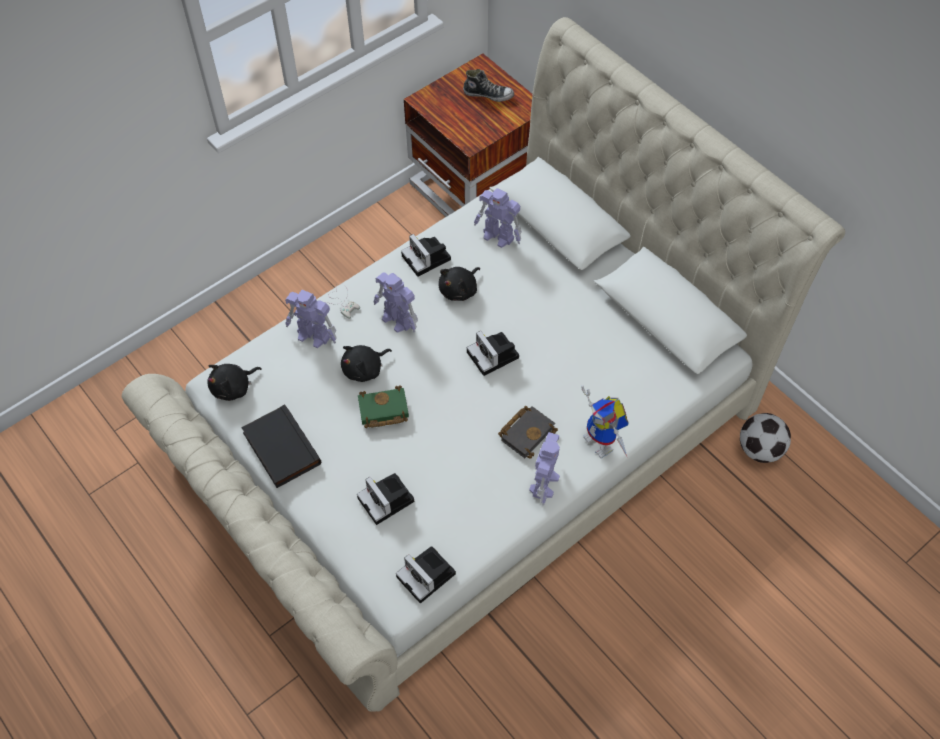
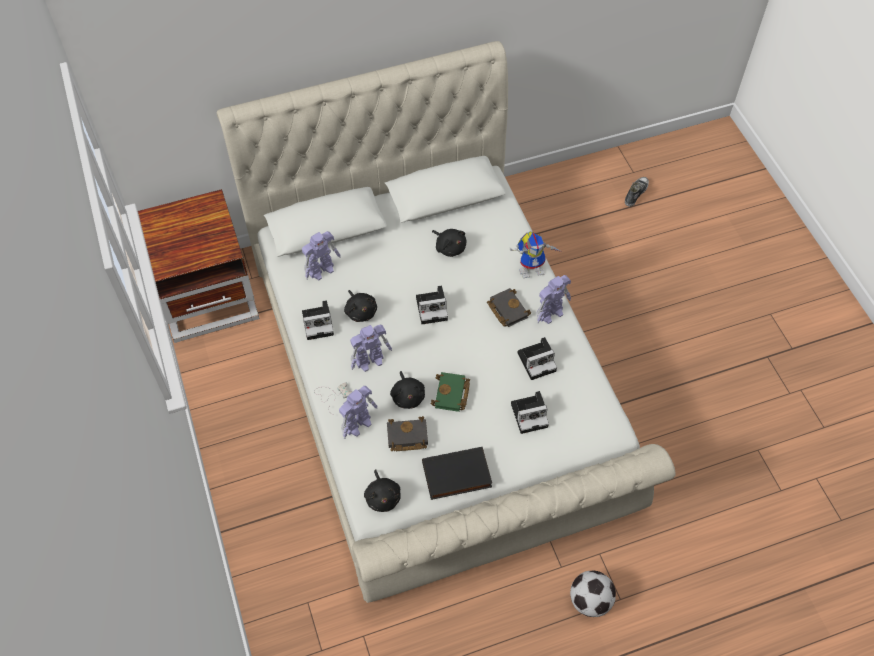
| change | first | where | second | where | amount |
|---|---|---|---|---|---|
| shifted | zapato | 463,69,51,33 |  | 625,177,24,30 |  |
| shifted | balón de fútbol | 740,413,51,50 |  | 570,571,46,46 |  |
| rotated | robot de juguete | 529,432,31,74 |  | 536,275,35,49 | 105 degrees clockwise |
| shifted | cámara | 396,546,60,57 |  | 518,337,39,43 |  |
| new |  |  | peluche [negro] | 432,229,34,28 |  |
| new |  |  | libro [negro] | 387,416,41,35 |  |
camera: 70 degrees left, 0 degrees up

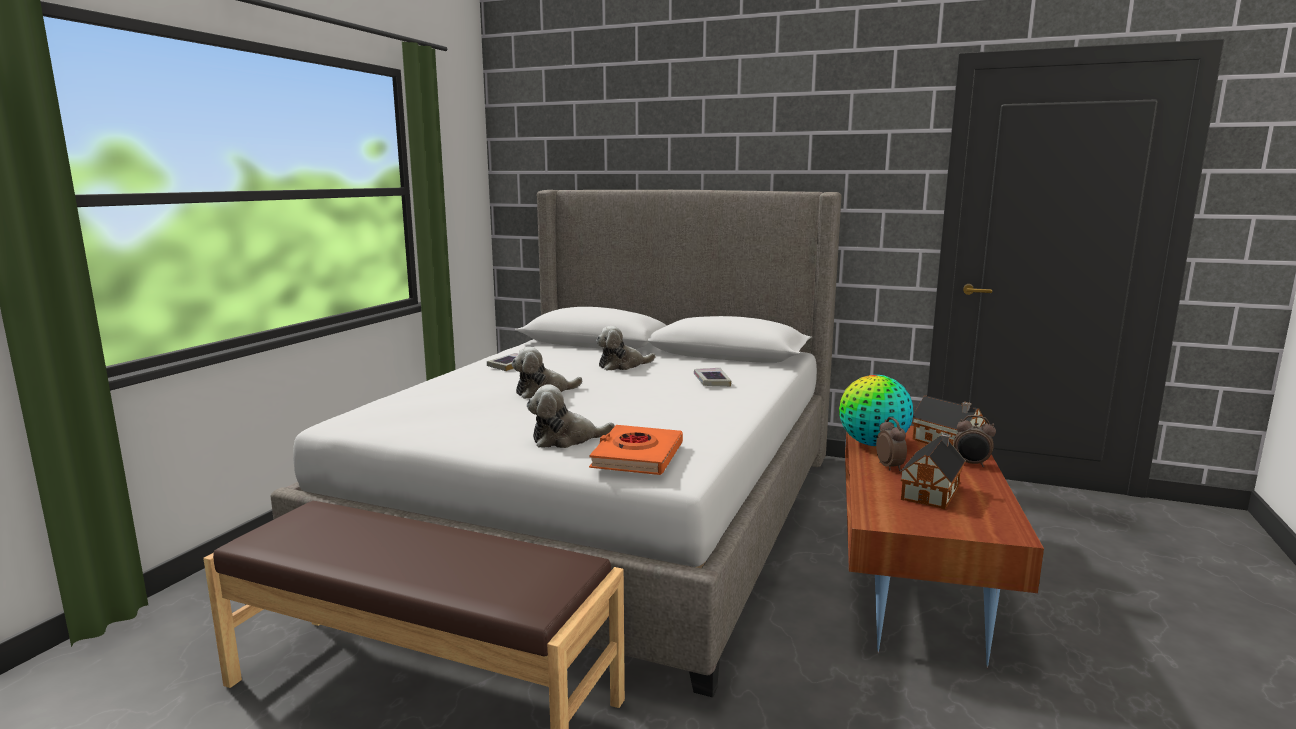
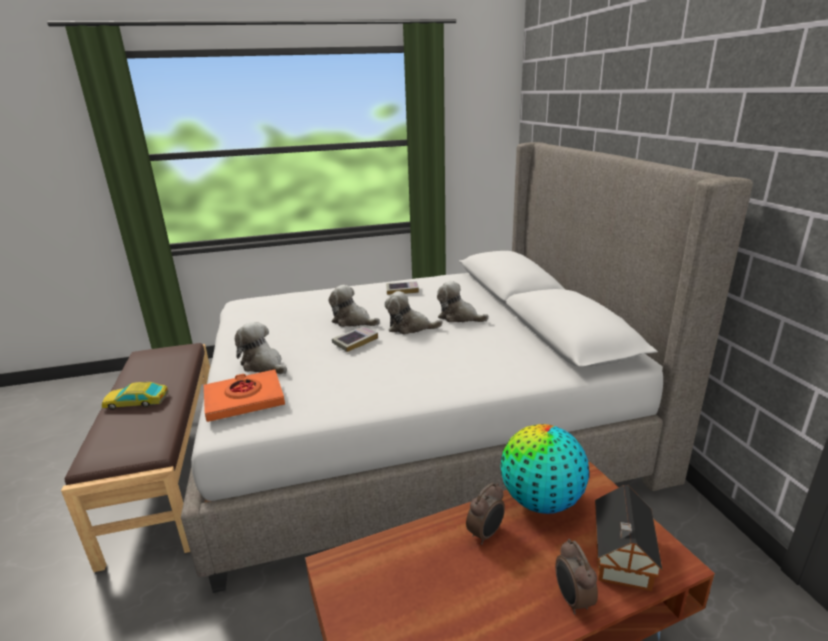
| change | first | where | second | where | amount |
|---|---|---|---|---|---|
| shifted | libro | 694,368,37,19 |  | 332,326,46,26 |  |
| gone | casita | 899,433,67,76 |  |  |  |
| new |  |  | peluche | 385,291,58,44 |  |
| new |  |  | coche de juguete | 102,382,66,28 |  |
camera: 55 degrees right, 10 degrees up

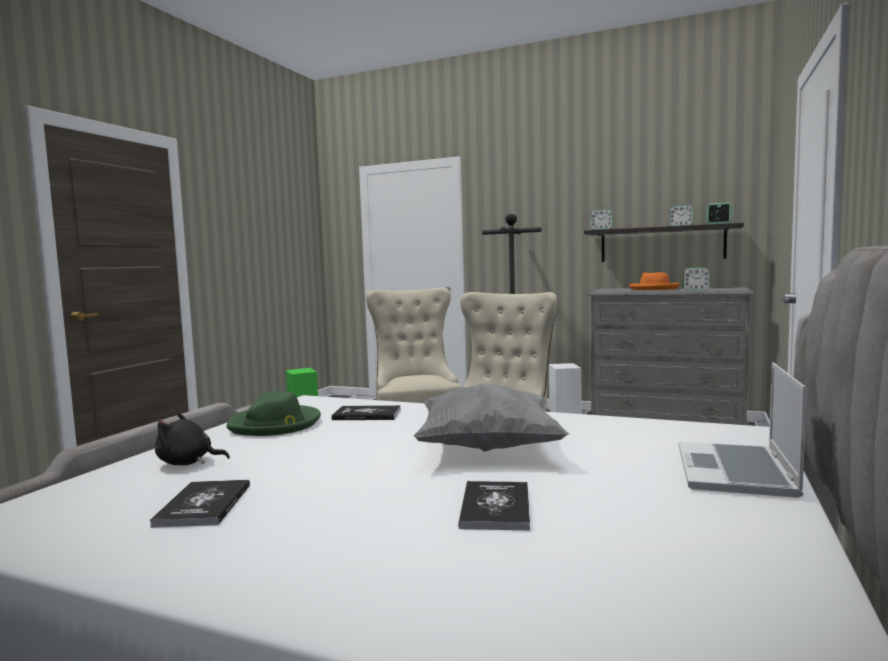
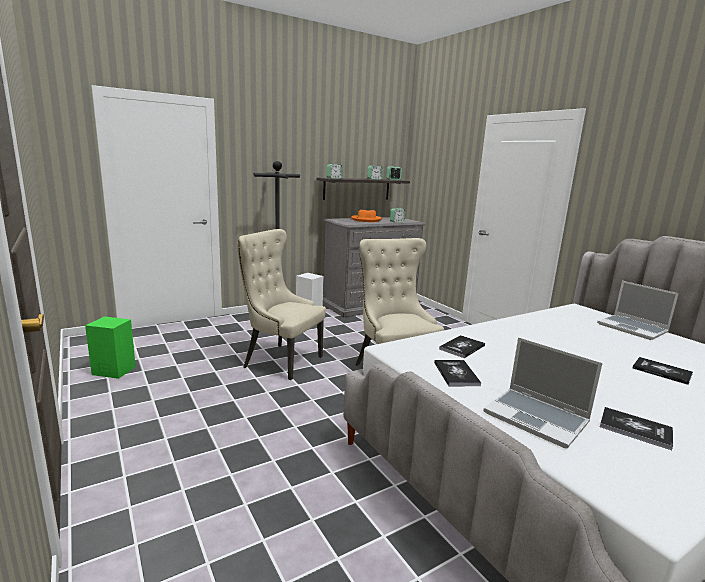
| change | first | where | second | where | amount |
|---|---|---|---|---|---|
| gone | cojín [gris] | 413,384,156,68 |  |  |  |
| swapped | sombrero [verde] | 227,390,94,46 | libro | 434,360,47,26 |  |
| swapped | peluche [negro] | 155,413,75,52 | portátil | 483,337,120,111 |  |
camera: 55 degrees left, 10 degrees up

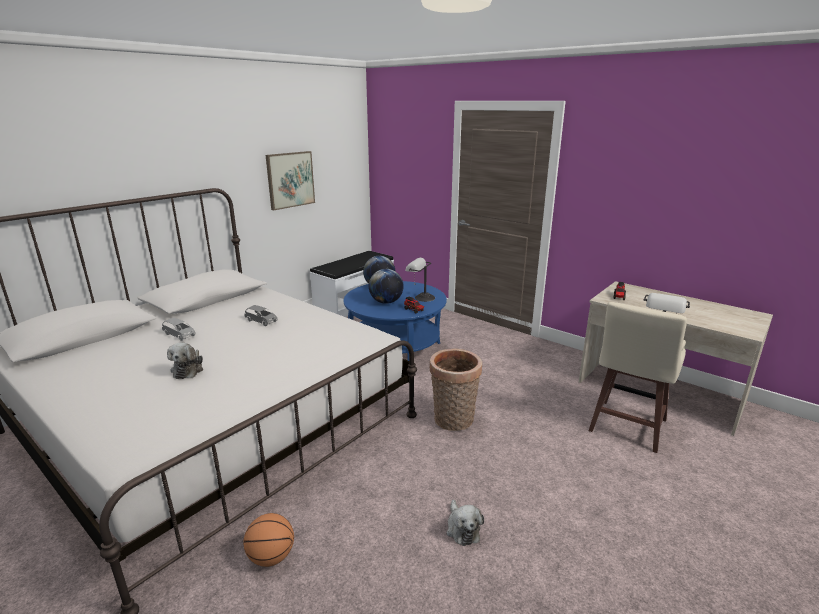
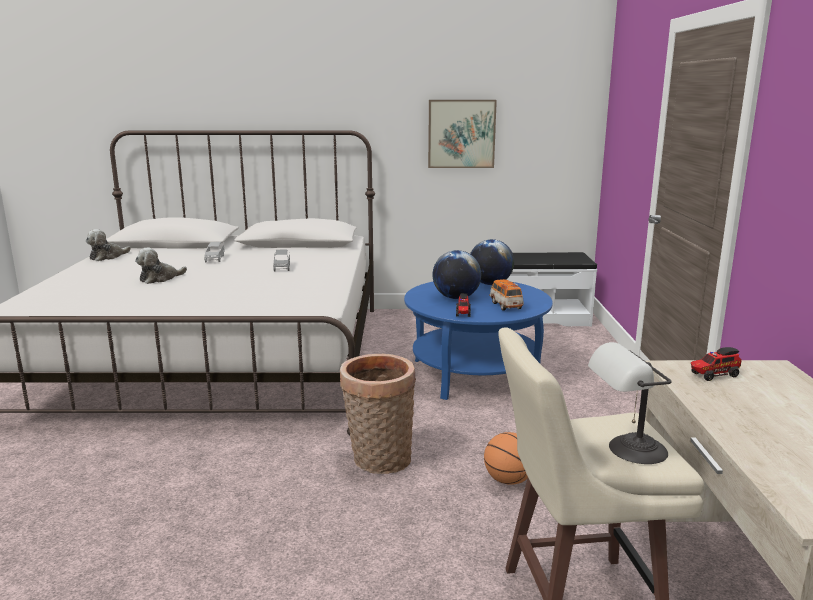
| change | first | where | second | where | amount |
|---|---|---|---|---|---|
| swapped | lámpara de mesa | 405,258,30,44 | coche de juguete | 490,279,34,32 |  |
| shifted | peluche | 446,500,38,46 |  | 86,229,45,32 |  |
| shifted | balón de baloncesto | 243,513,51,54 |  | 484,432,44,53 |  |
camera: 50 degrees right, 5 degrees down

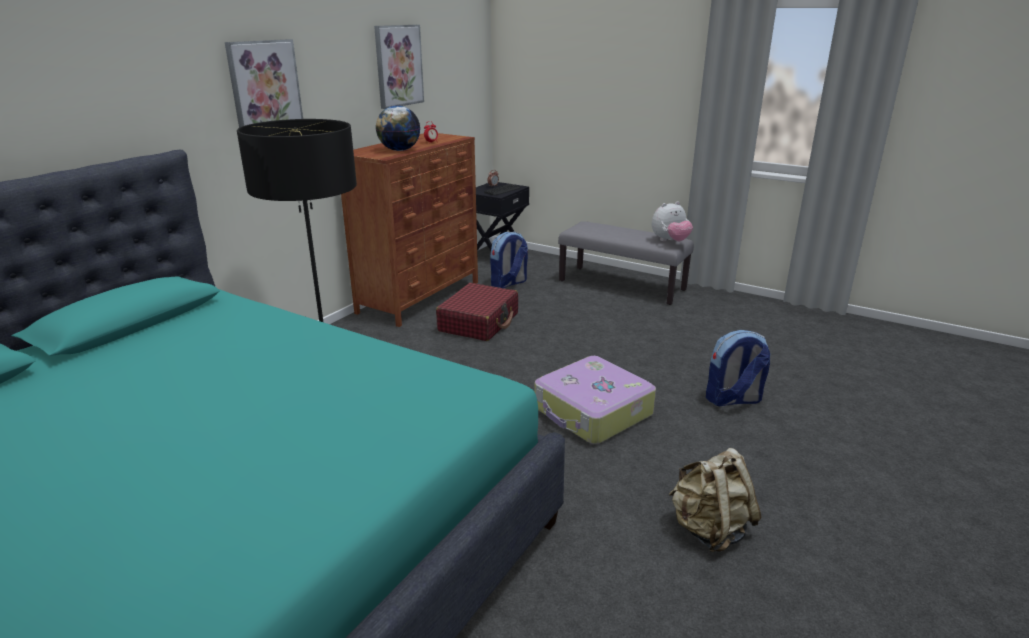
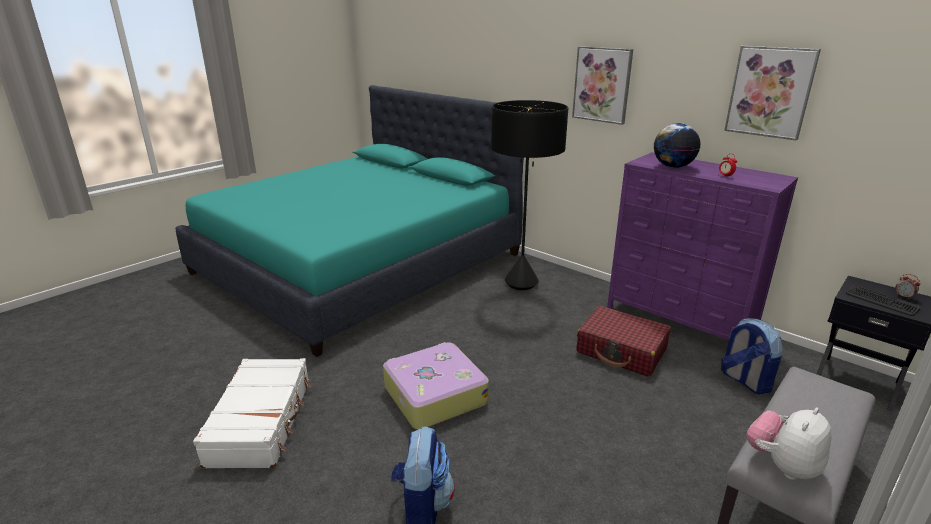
| change | first | where | second | where | amount |
|---|---|---|---|---|---|
| repainted | cómoda [marrón] | 341,133,137,194 | cómoda [morado] | 607,152,191,188 |  |
| rotated | peluche | 652,201,41,40 |  | 746,408,85,72 | 60 degrees clockwise |
| swapped | mochila [beis] | 668,448,93,104 | maleta [blanco] | 193,358,118,111 |  |
camera: 100 degrees right, 0 degrees up

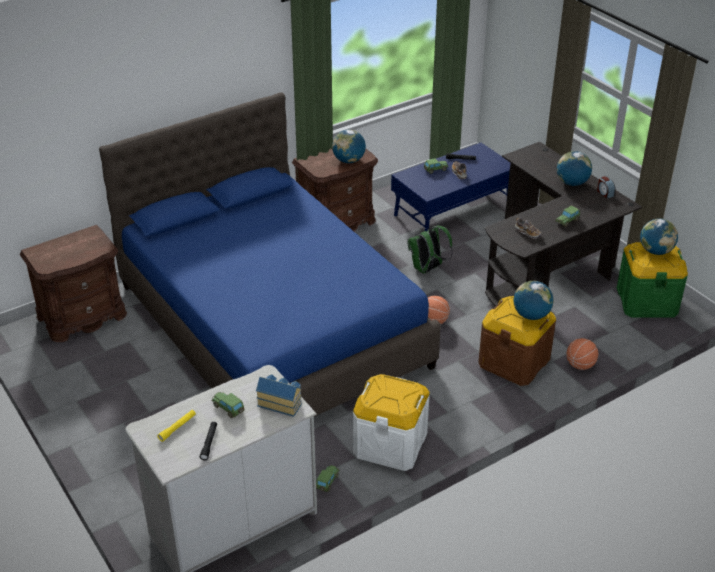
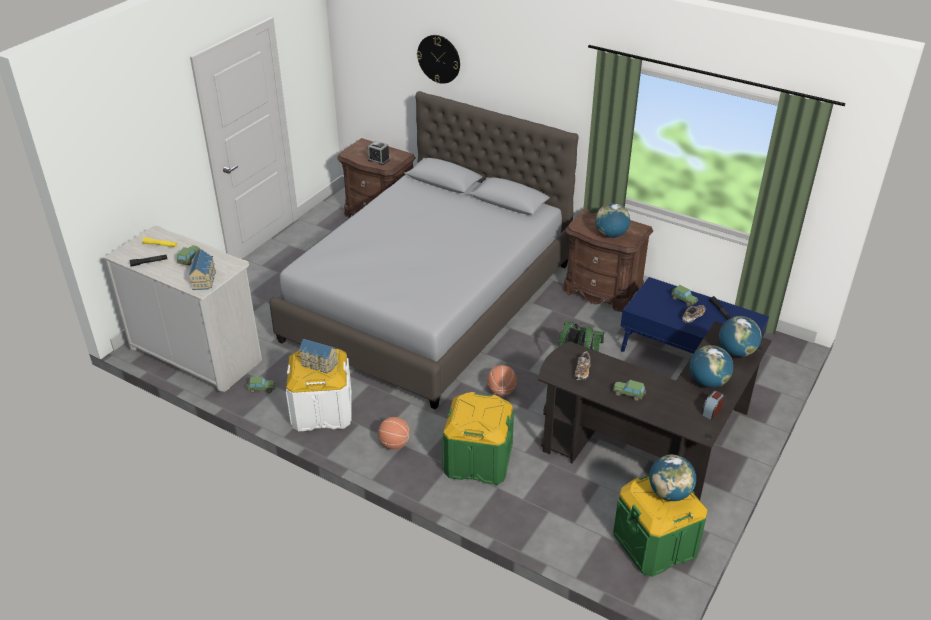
| change | first | where | second | where | amount |
|---|---|---|---|---|---|
| repainted | cama [azul] | 99,92,342,325 | cama [gris] | 269,91,310,319 |  |
| shifted | globo terráqueo | 514,281,39,39 |  | 719,316,42,41 |  |
| repainted | caja de almacenaje [marrón] | 478,296,78,90 | caja de almacenaje [verde] | 442,392,72,93 |  |
| shifted | balón de baloncesto | 566,338,32,32 |  | 378,417,32,33 |  |
| new |  |  | reloj de pared | 417,35,43,49 |  |
| new |  |  | despertador | 368,141,22,24 |  |
| new |  |  | casita | 300,339,38,34 |  |
camera: 65 degrees right, 0 degrees up

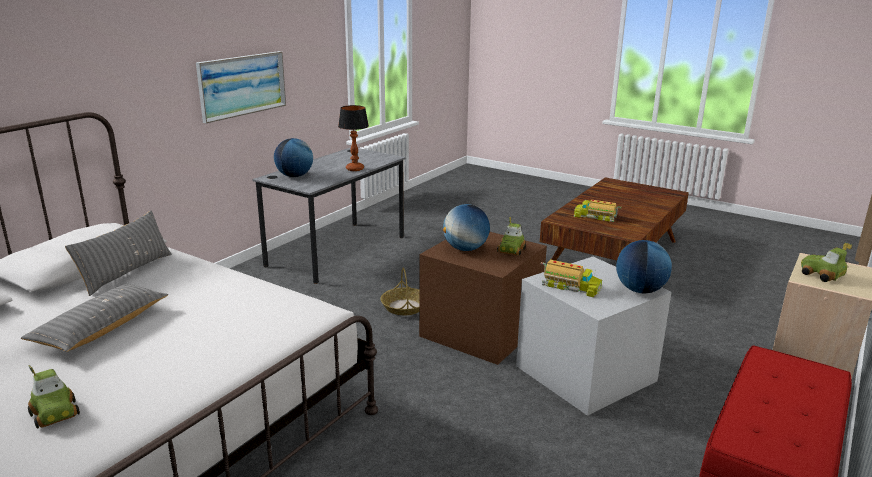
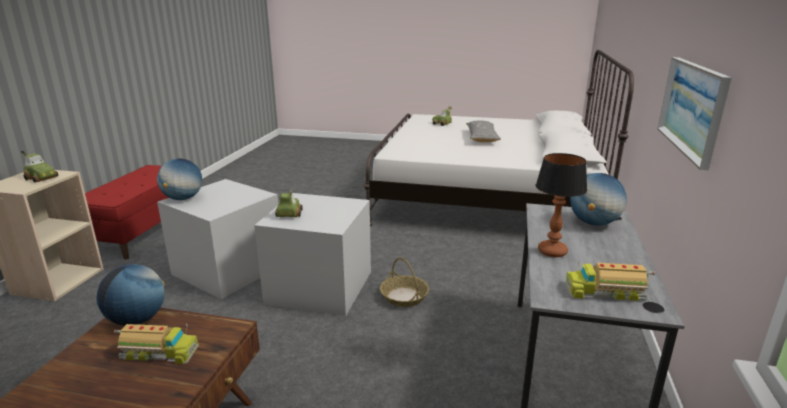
| change | first | where | second | where | amount |
|---|---|---|---|---|---|
| shifted | globo terráqueo | 443,204,47,47 |  | 96,264,68,62 |  |
| gone | cojín [gris] | 65,211,107,85 |  |  |  |
| repainted | caja de almacenaje [marrón] | 419,232,128,133 | caja de almacenaje [gris] | 254,193,117,123 |  |
| shifted | camión de juguete | 541,260,61,38 |  | 565,262,90,39 |  |
camera: 160 degrees right, 0 degrees up

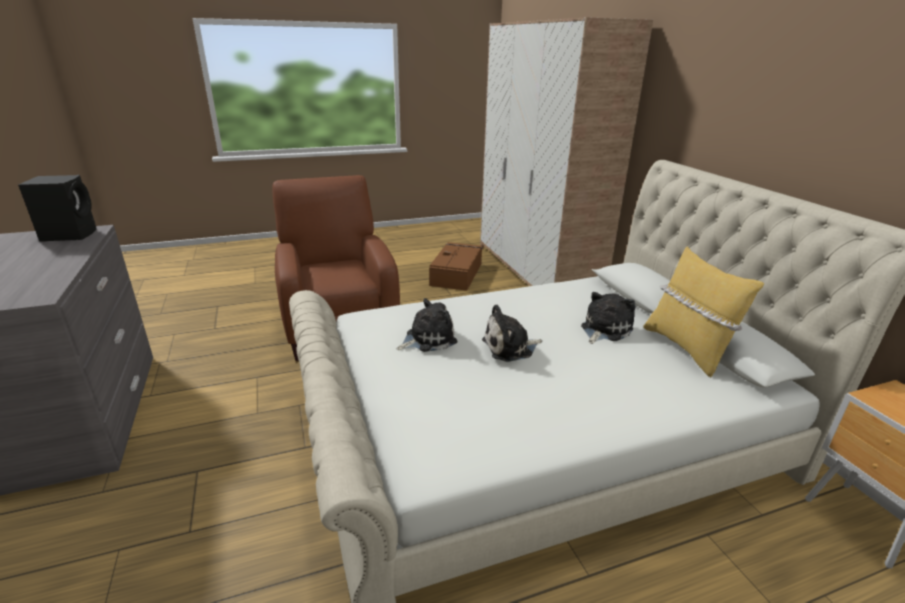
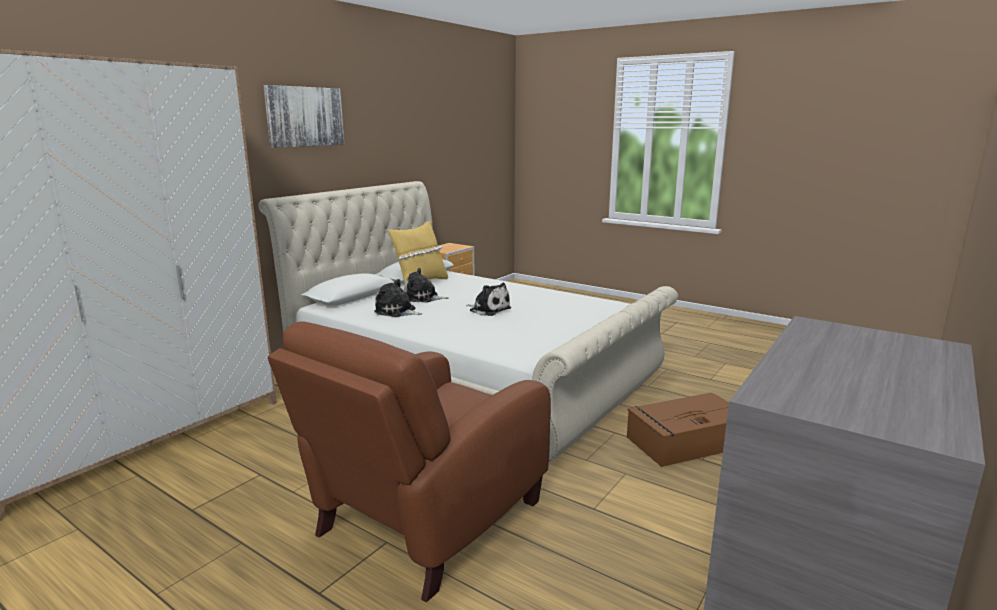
| change | first | where | second | where | amount |
|---|---|---|---|---|---|
| gone | altavoz [negro] | 18,175,79,67 |  |  |  |
| shifted | caja de almacenaje [marrón] | 429,242,54,49 |  | 627,393,102,74 |  |
| shifted | peluche | 397,298,60,54 |  | 374,279,48,38 |  |
| new |  |  | cuadro | 264,85,80,63 |  |
camera: 125 degrees left, 10 degrees down

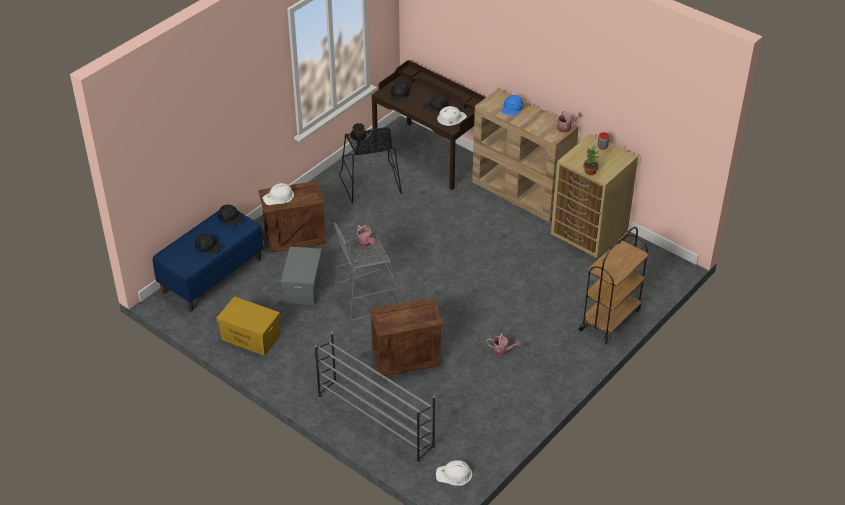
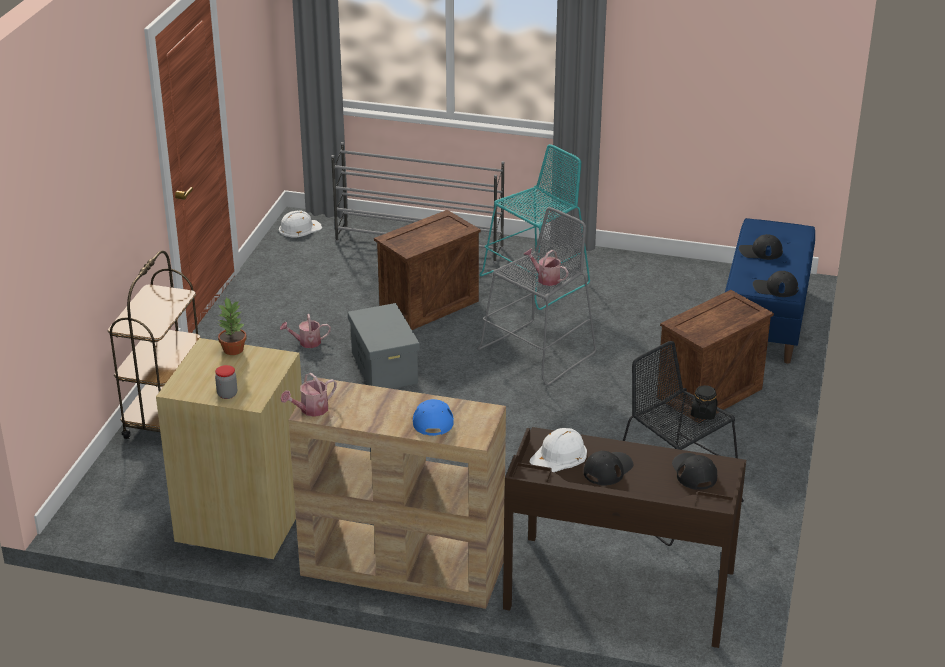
| change | first | where | second | where | amount |
|---|---|---|---|---|---|
| gone | casco [blanco] | 263,183,31,22 |  |  |  |
| shifted | caja de almacenaje [gris] | 281,247,41,58 |  | 348,303,72,86 |  |
| gone | caja de almacenaje [amarillo] | 217,296,63,60 |  |  |  |
| new |  |  | taburete [turquesa] | 480,144,110,166 |  |
camera: 155 degrees right, 10 degrees down

